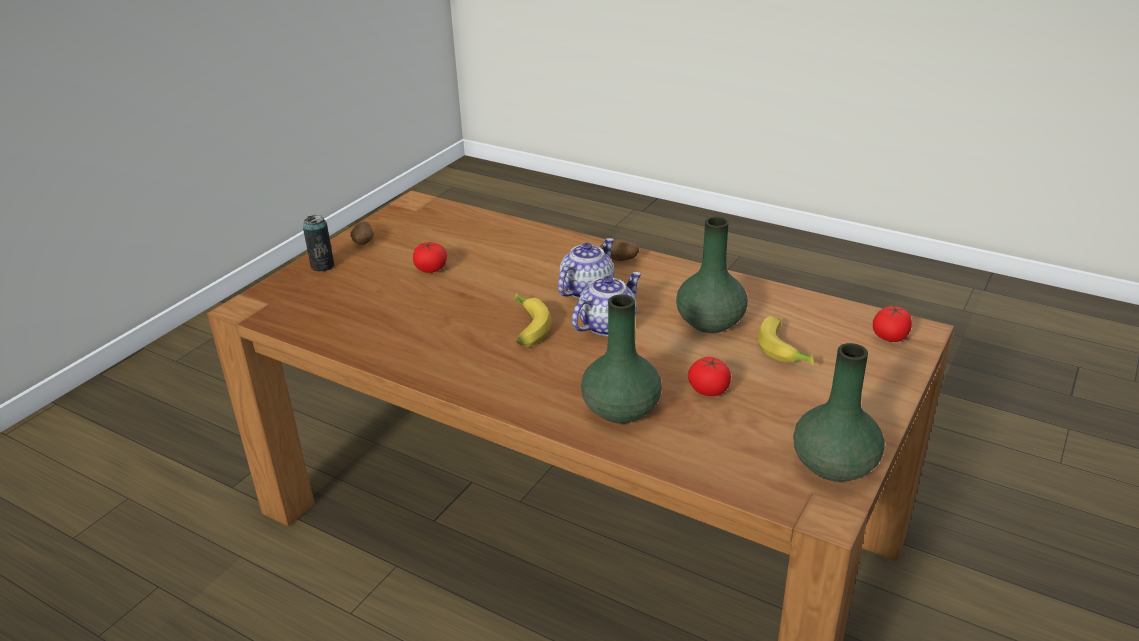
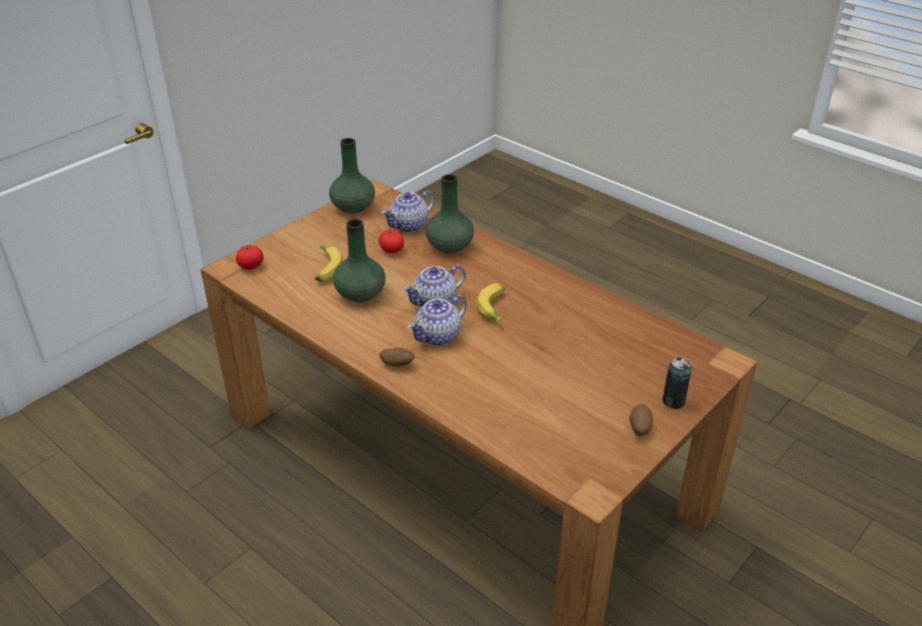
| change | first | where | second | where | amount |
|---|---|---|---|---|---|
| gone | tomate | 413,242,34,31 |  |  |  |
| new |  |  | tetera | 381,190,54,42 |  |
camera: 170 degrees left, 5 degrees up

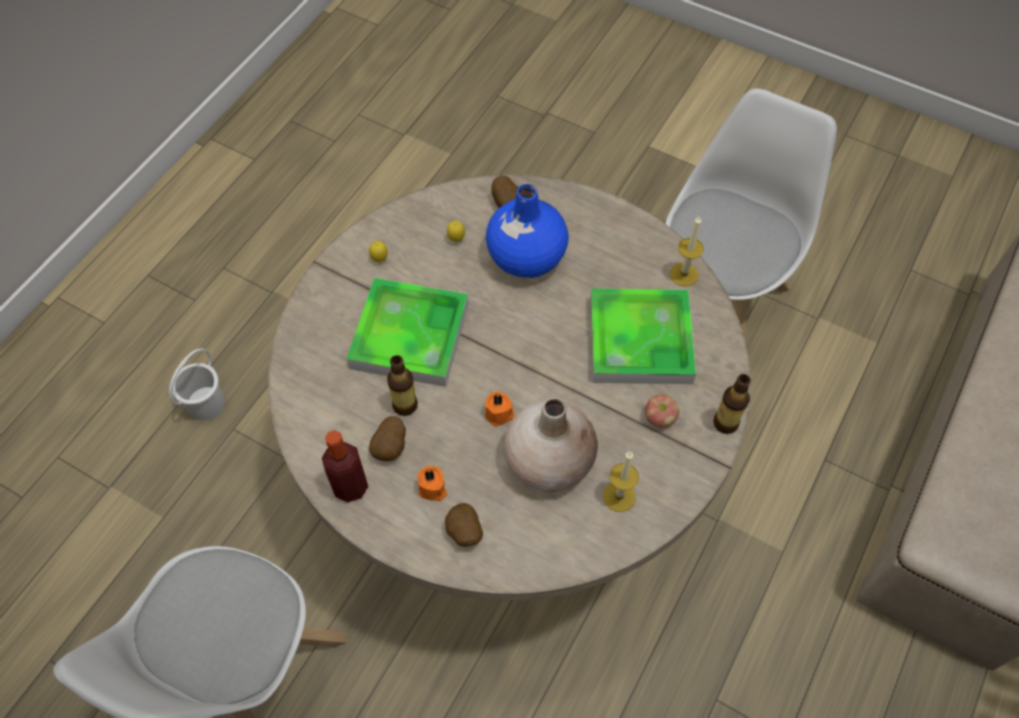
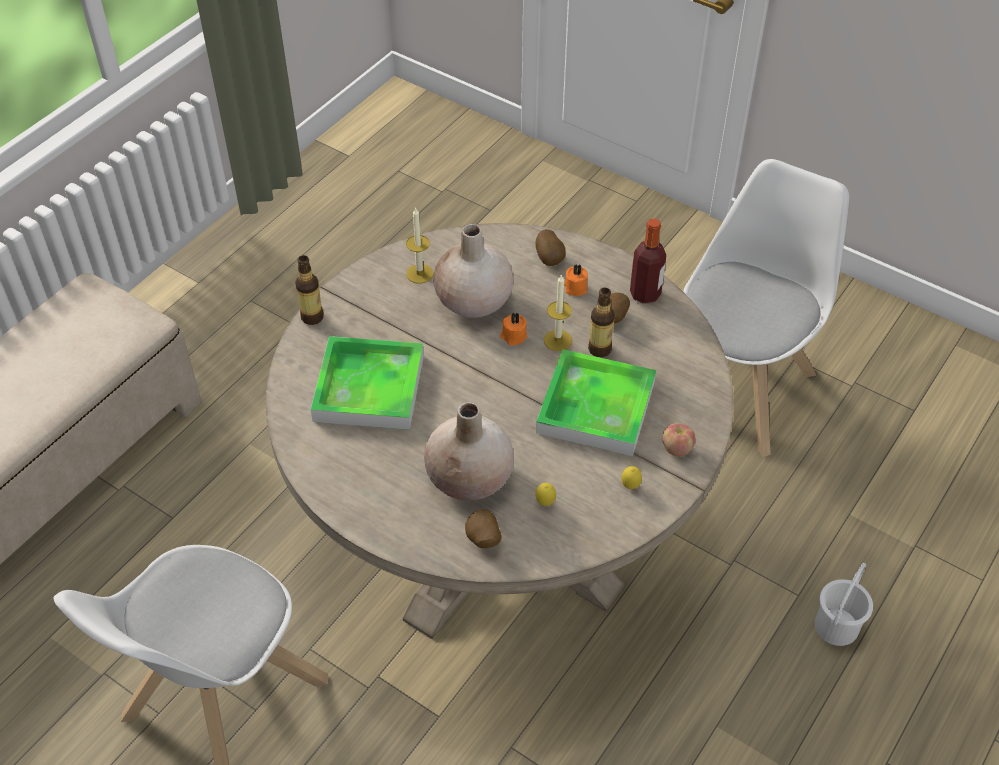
| change | first | where | second | where | amount |
|---|---|---|---|---|---|
| repainted | florero [azul] | 486,184,83,94 | florero [beis] | 424,402,90,99 |  |
| shifted | vela | 670,216,34,71 |  | 544,275,28,76 |  |
| shifted | manzana | 645,395,34,33 |  | 662,423,33,33 |  |
camera: 175 degrees left, 10 degrees down

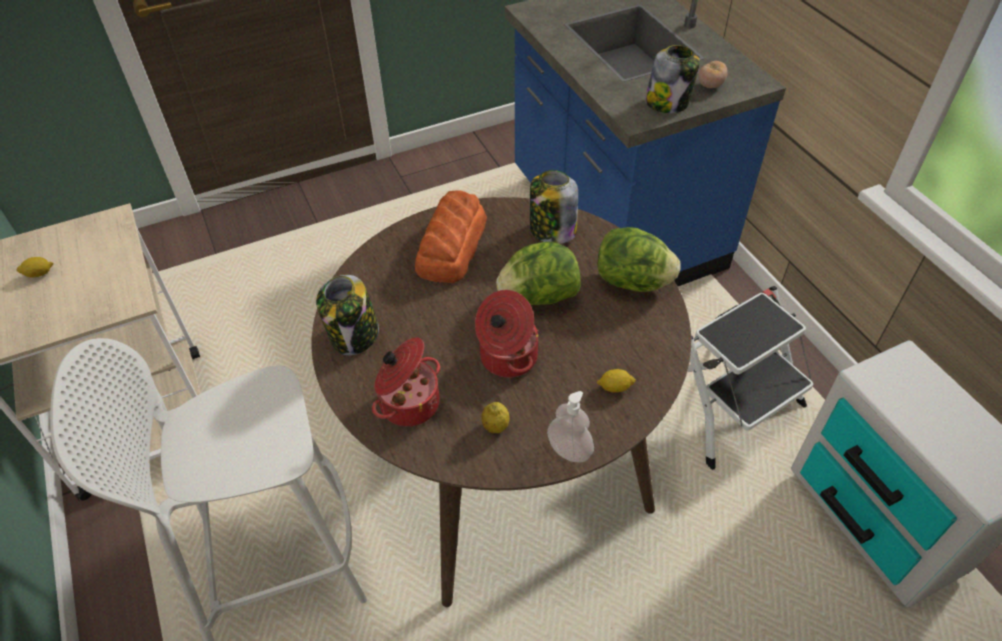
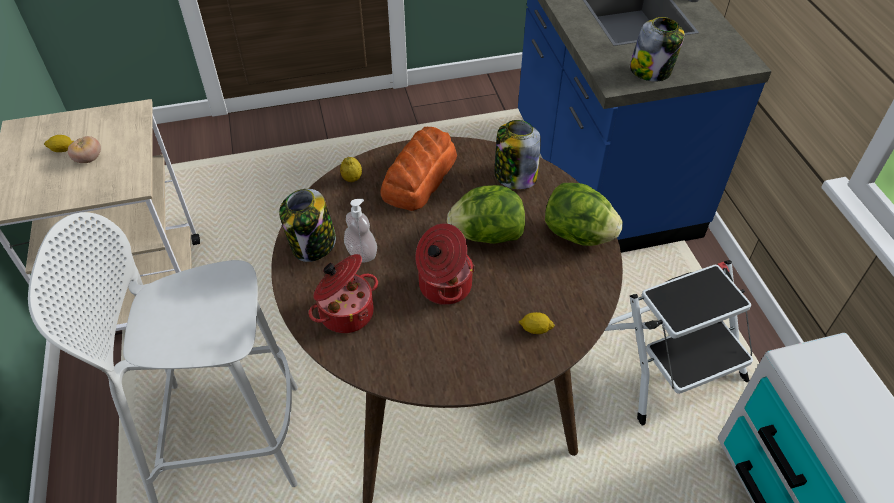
| change | first | where | second | where | amount |
|---|---|---|---|---|---|
| shifted | tomate | 698,61,30,27 |  | 68,136,33,27 |  |
| shifted | dispensador de jabón | 547,391,47,72 |  | 344,199,33,64 |  |
| shifted | limón | 481,402,29,31 |  | 340,157,22,25 |  |
camera: 10 degrees right, 0 degrees up

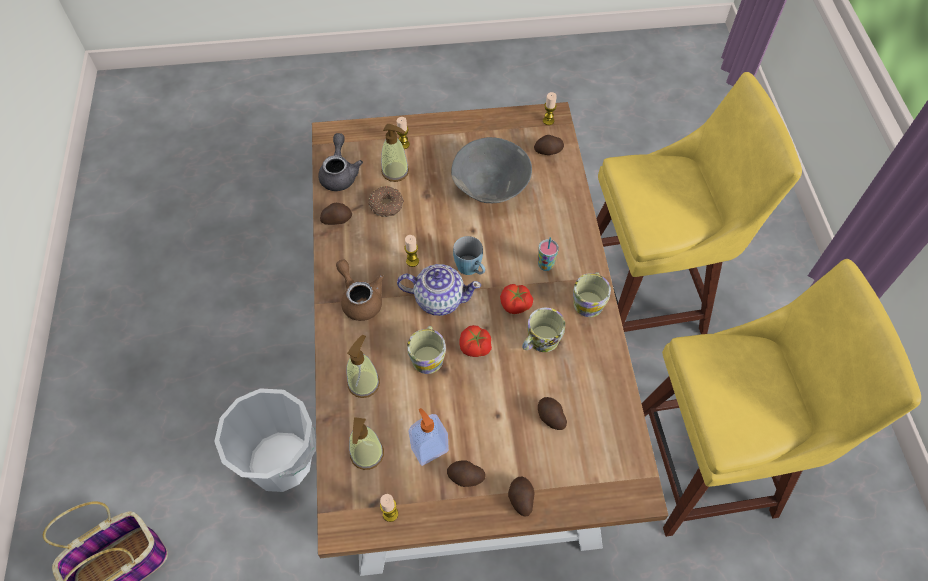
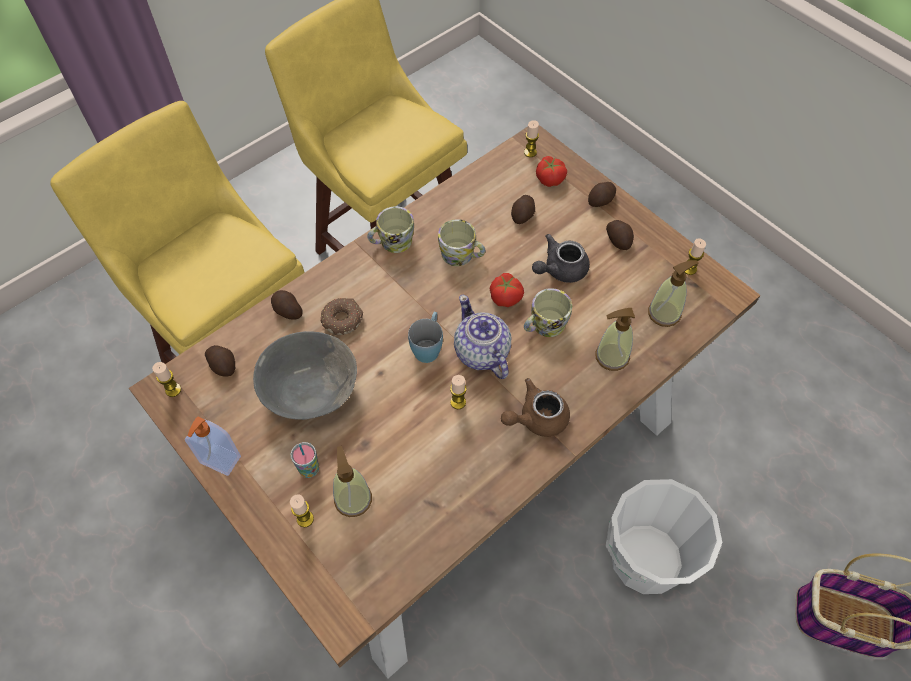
| change | first | where | second | where | amount |
|---|---|---|---|---|---|
| shifted | tetera [gris] | 318,133,45,58 |  | 532,234,58,49 |  |
| shifted | rosquilla | 368,186,36,31 |  | 321,298,42,37 |  |
| shifted | patata | 320,203,32,22 |  | 271,290,32,29 |  |
| shifted | taza | 538,237,21,34 |  | 291,442,28,36 |  |
| rotated | tetera [marrón] | 336,260,48,61 |  | 501,378,69,59 | 45 degrees clockwise |
| shifted | tomate | 500,284,33,30 |  | 536,156,31,31 |  |
| shifted | dispensador de jabón | 408,408,41,58 |  | 185,416,56,60 |  |
| new |  |  | vela | 524,120,15,37 |  |
camera: 125 degrees left, 0 degrees up

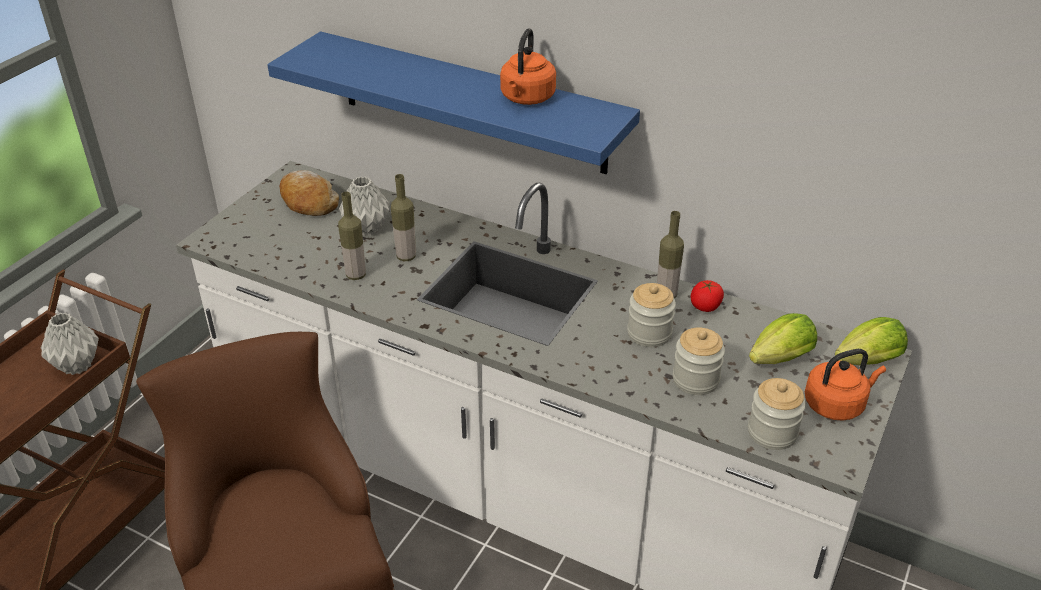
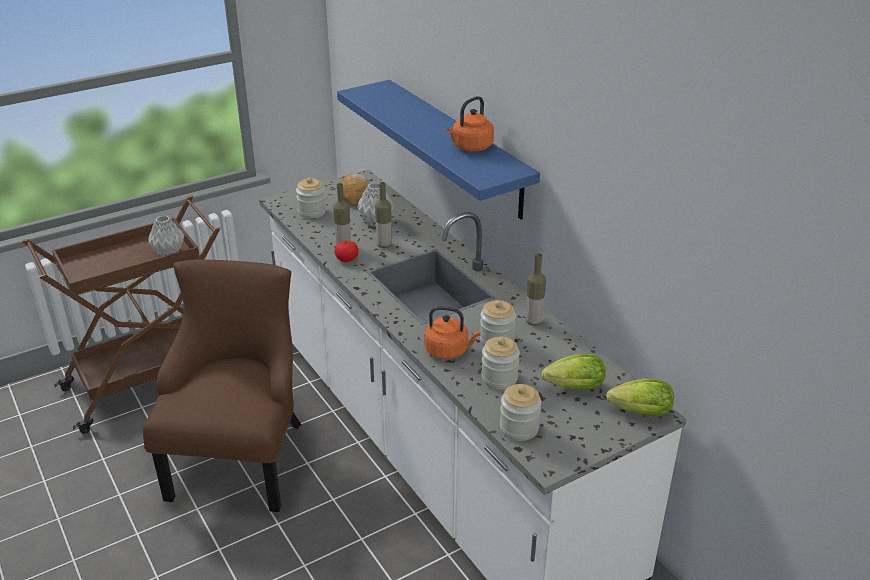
| change | first | where | second | where | amount |
|---|---|---|---|---|---|
| shifted | tomate | 691,280,33,32 |  | 334,240,25,22 |  |
| shifted | hervidor [naranja] | 805,349,81,72 |  | 424,306,57,53 |  |
| new |  |  | tarro | 296,178,30,40 |  |
camera: 30 degrees right, 5 degrees down

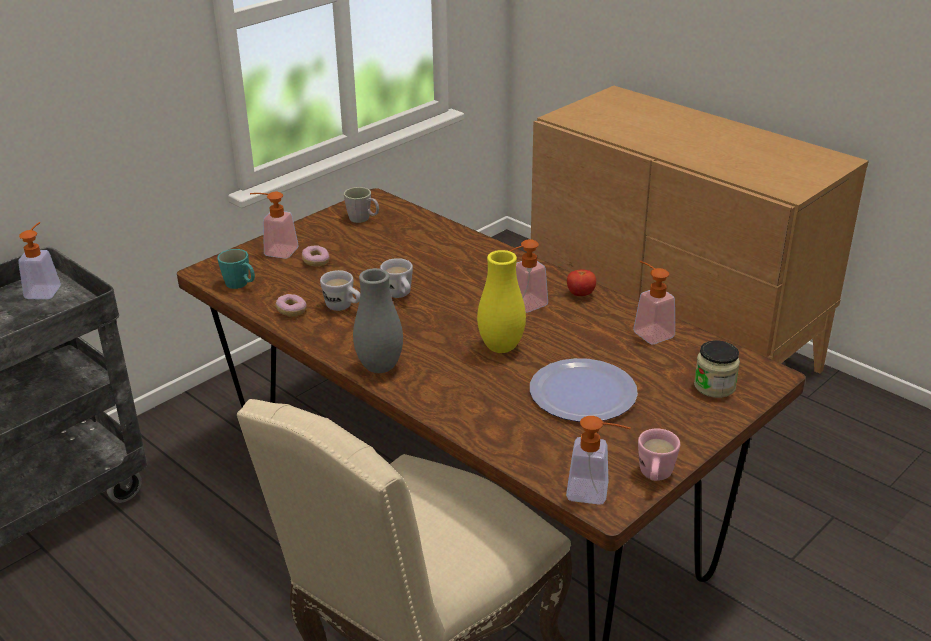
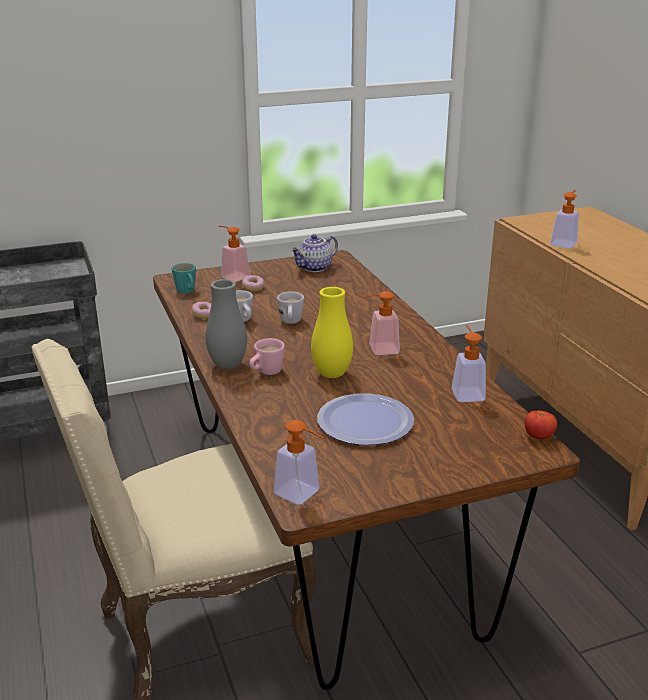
| change | first | where | second | where | amount |
|---|---|---|---|---|---|
| swapped | taza grande [gris] | 344,187,35,36 | tetera | 291,234,47,38 |  |
| shifted | dispensador de jabón | 18,222,43,77 |  | 550,190,29,58 |  |
| shifted | tomate | 567,269,29,27 |  | 525,410,32,29 |  |
| gone | tarro | 694,340,46,58 |  |  |  |
| shifted | taza grande [rosa] | 638,429,42,52 |  | 249,338,36,37 |  |
camera: 25 degrees right, 5 degrees down

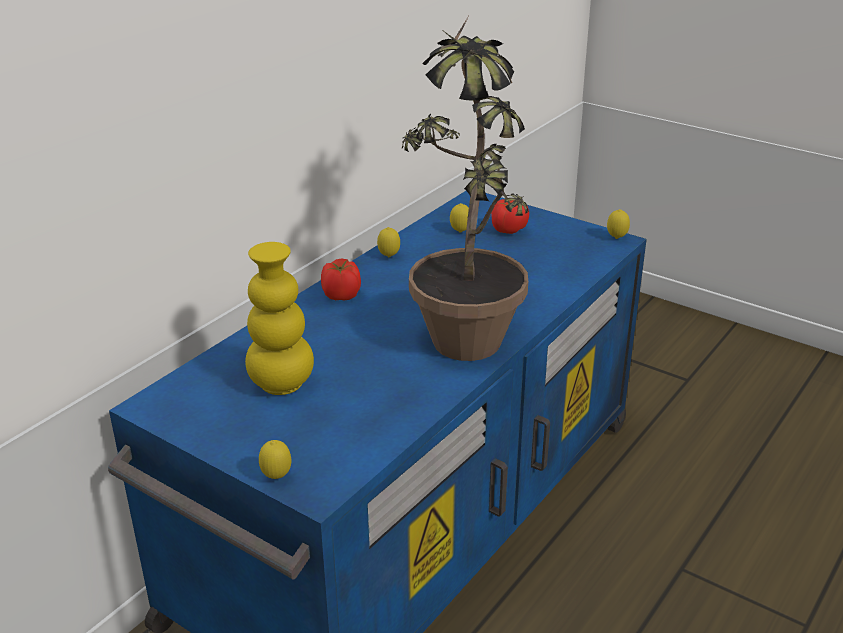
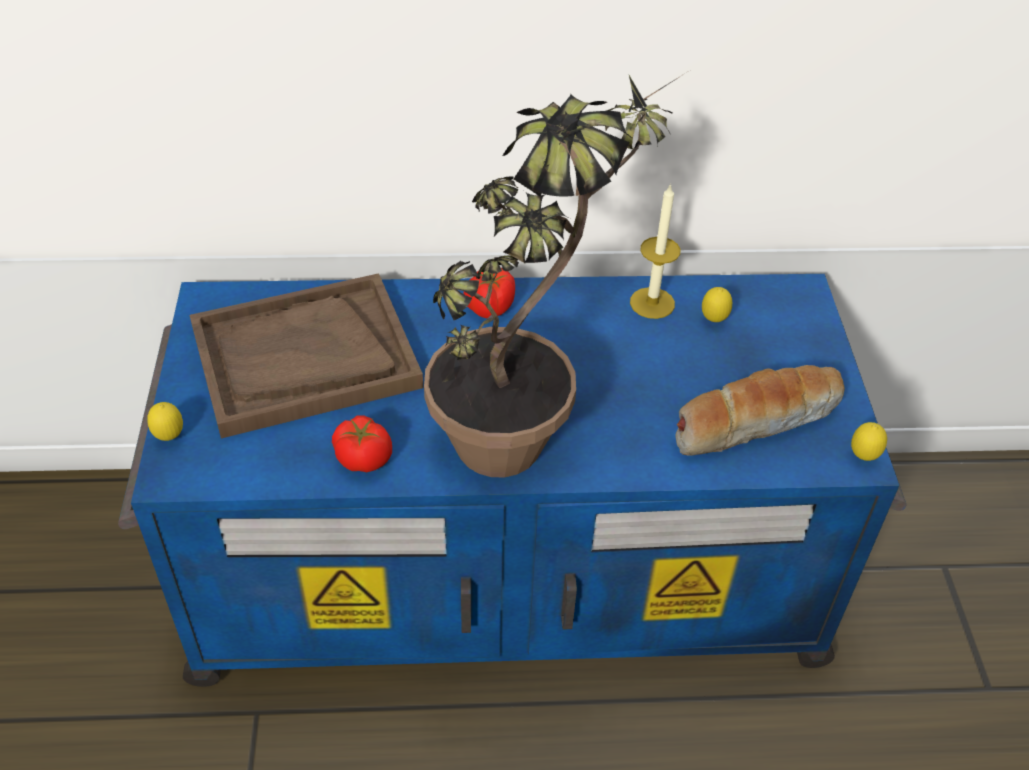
| change | first | where | second | where | amount |
|---|---|---|---|---|---|
| shifted | tomate | 491,199,38,35 |  | 332,415,60,57 |  |
| gone | limón | 377,227,23,30 |  |  |  |
| swapped | florero [amarillo] | 245,242,69,153 | bandeja [marrón] | 189,273,234,165 |  |
| new |  |  | vela | 630,183,50,136 |  |
| new |  |  | pan | 675,365,170,90 |  |
camera: 50 degrees right, 15 degrees up

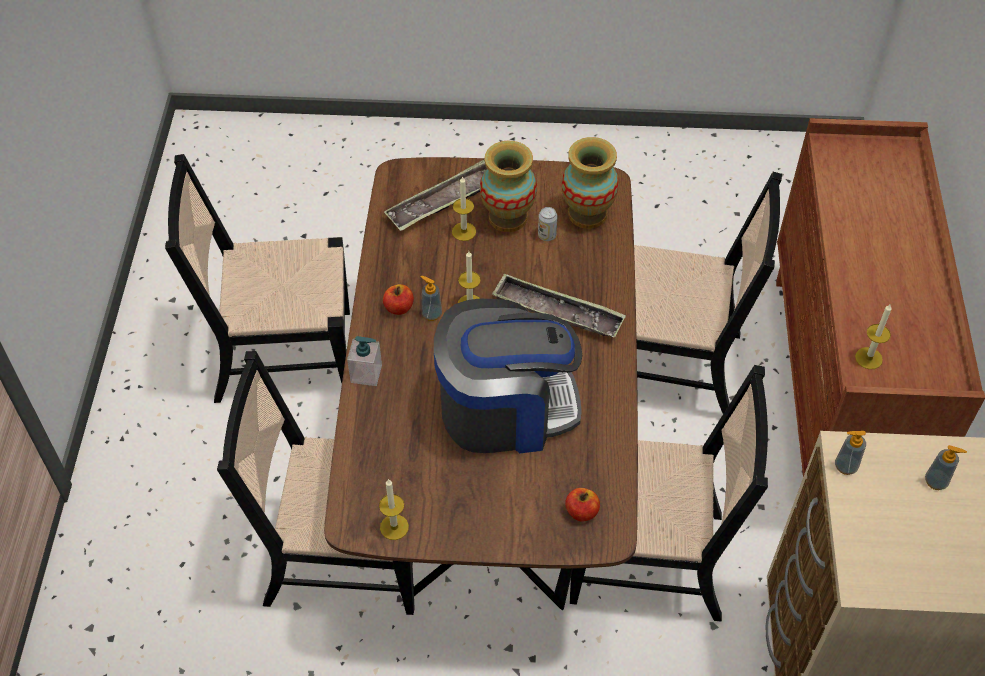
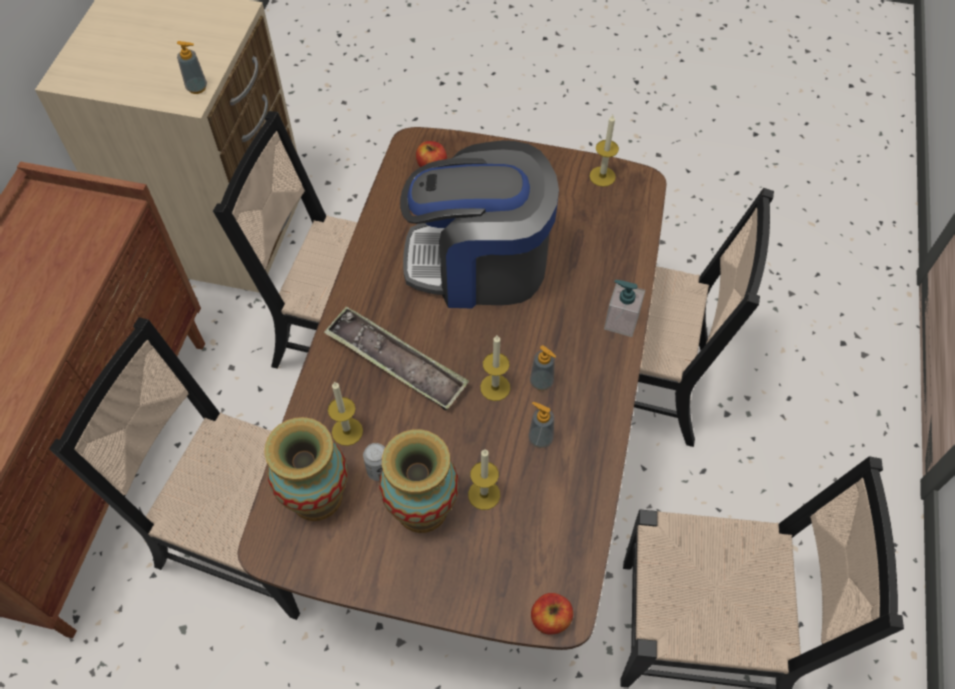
| change | first | where | second | where | amount |
|---|---|---|---|---|---|
| gone | bandeja | 384,159,103,72 |  |  |  |
| shifted | manzana | 383,284,31,31 |  | 531,593,42,42 |  |
| shifted | vela | 855,304,37,65 |  | 328,381,35,65 |  |
| shifted | dispensador de jabón | 925,445,42,45 |  | 528,402,26,46 |  |
camera: 170 degrees left, 5 degrees up

